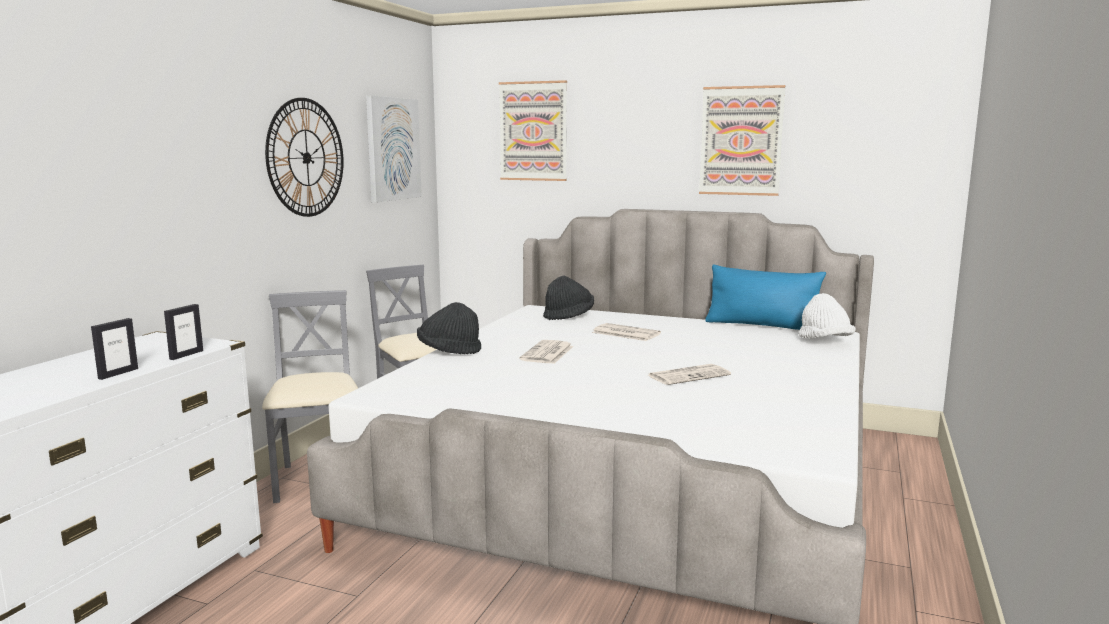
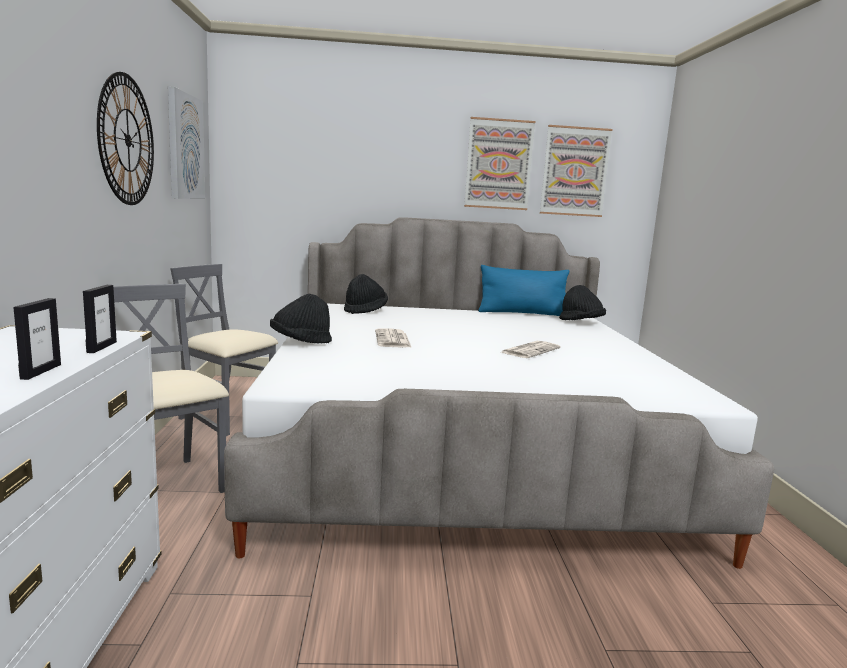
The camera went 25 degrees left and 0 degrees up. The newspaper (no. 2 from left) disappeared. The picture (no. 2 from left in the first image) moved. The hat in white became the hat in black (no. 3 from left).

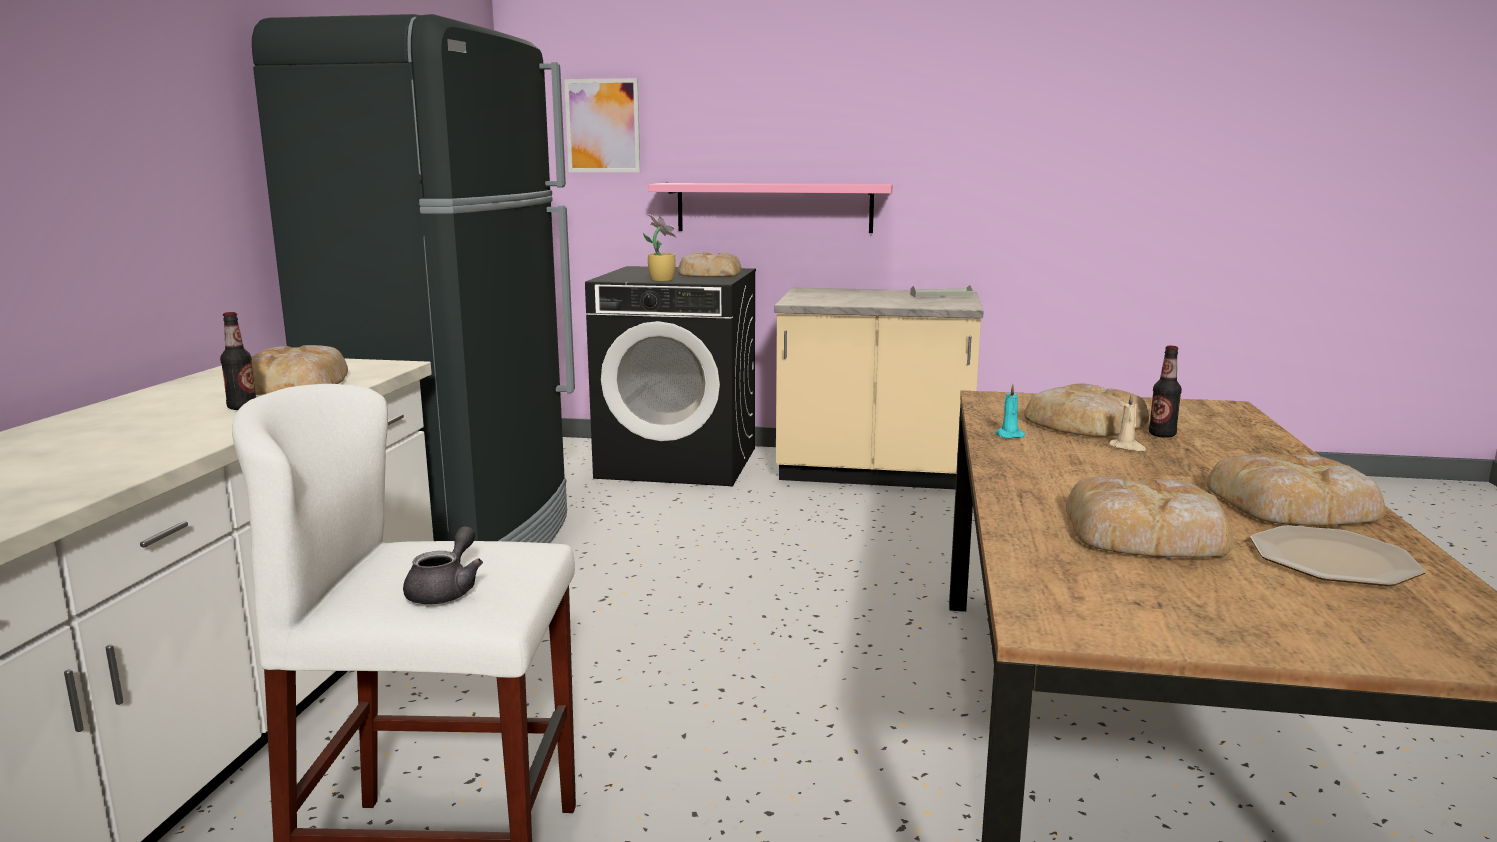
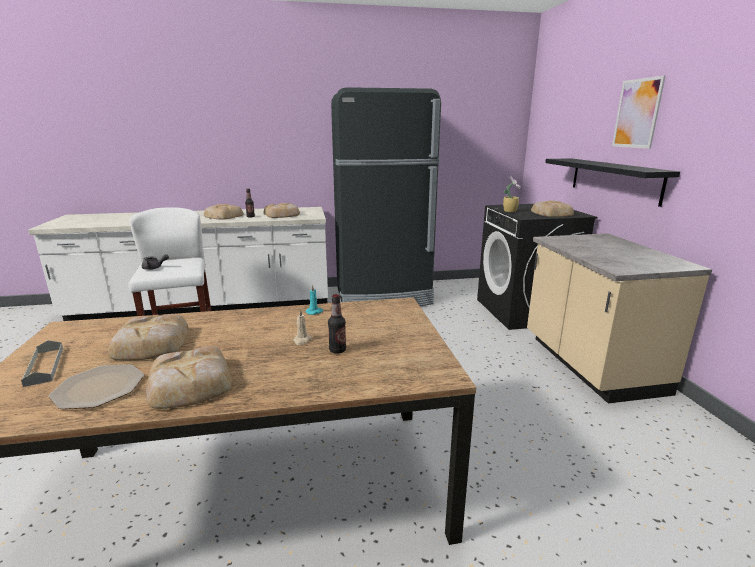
The camera went 70 degrees right and 5 degrees up. The picture moved. The tray in grey moved. The bread (no. 3 from left) moved. The shelf in pink became the shelf in black.

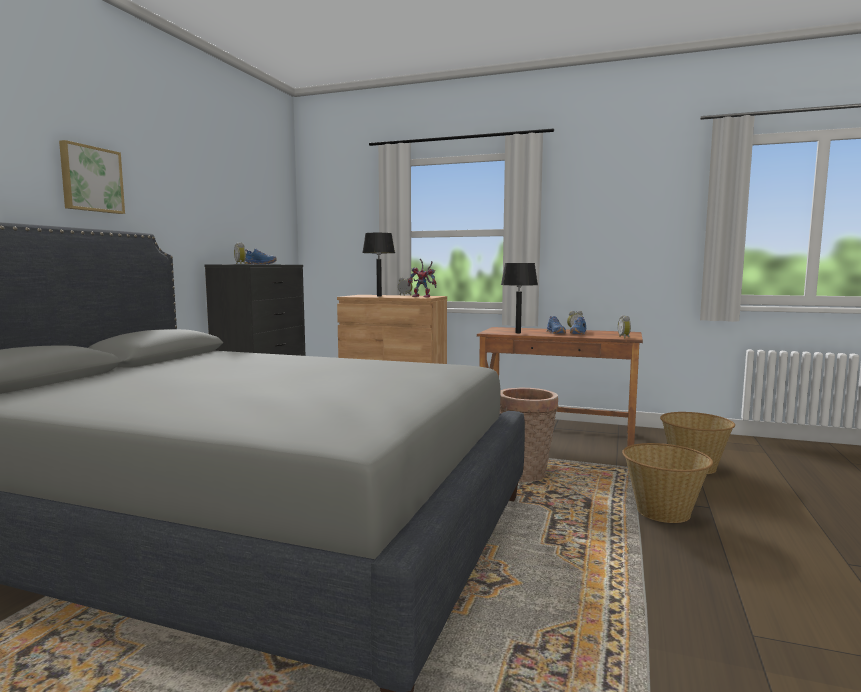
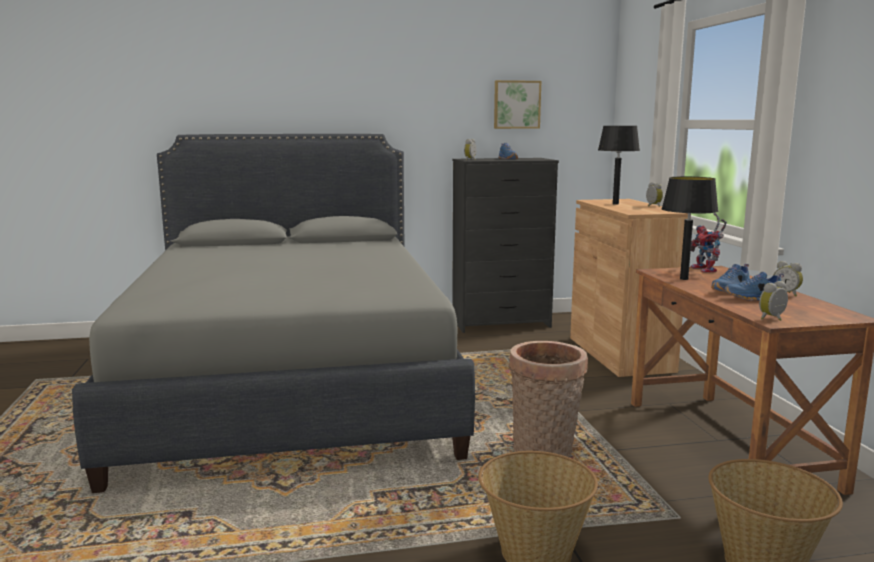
The camera went 60 degrees right and 5 degrees up. The picture moved. The toy robot moved.

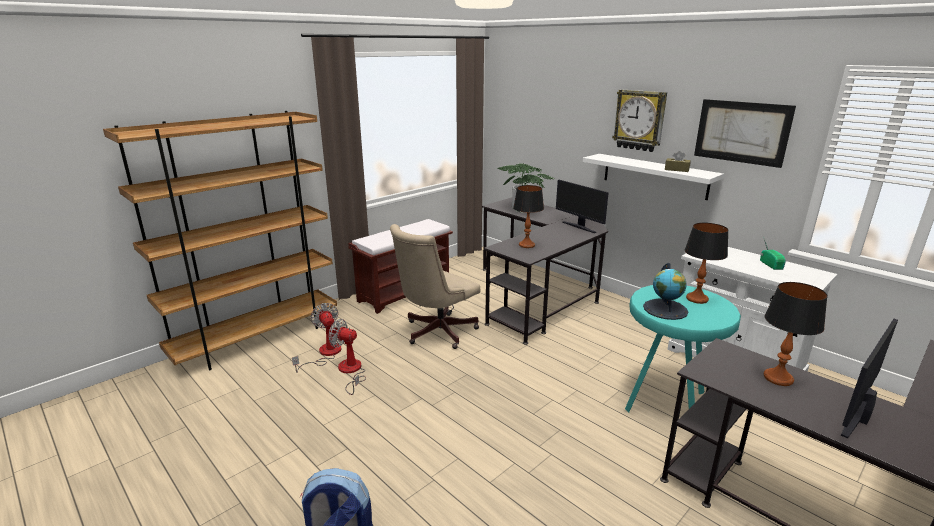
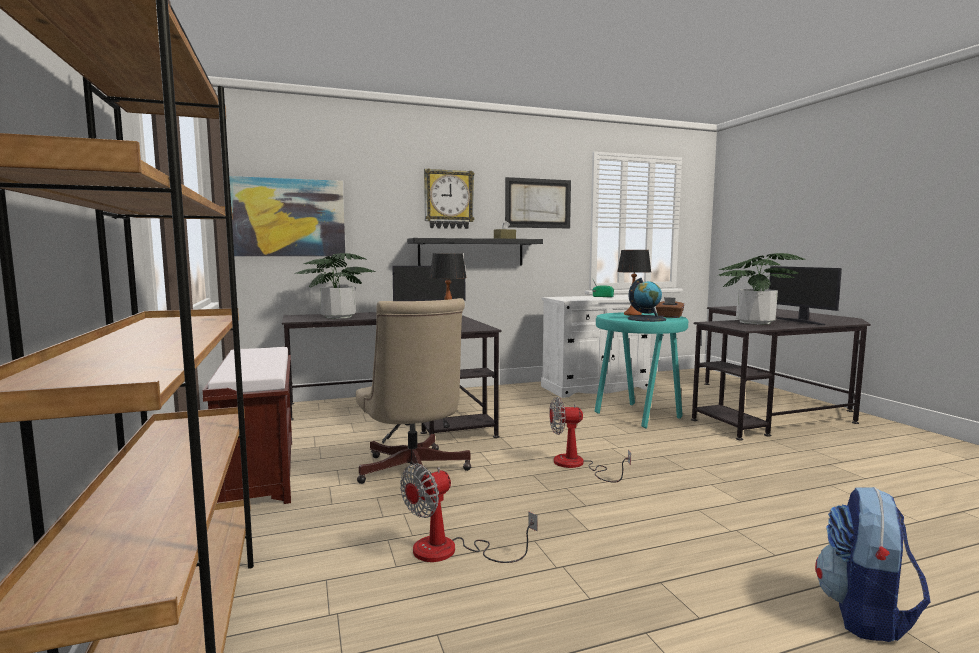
The camera went 65 degrees left and 15 degrees down. The picture (no. 1 from left) appeared. The tissue box in brown (no. 2 from left) appeared. The fan (no. 1 from left in the first image) moved. The table lamp (no. 3 from left) was replaced by the potted plant (no. 2 from left). The shelf in white became the shelf in black.

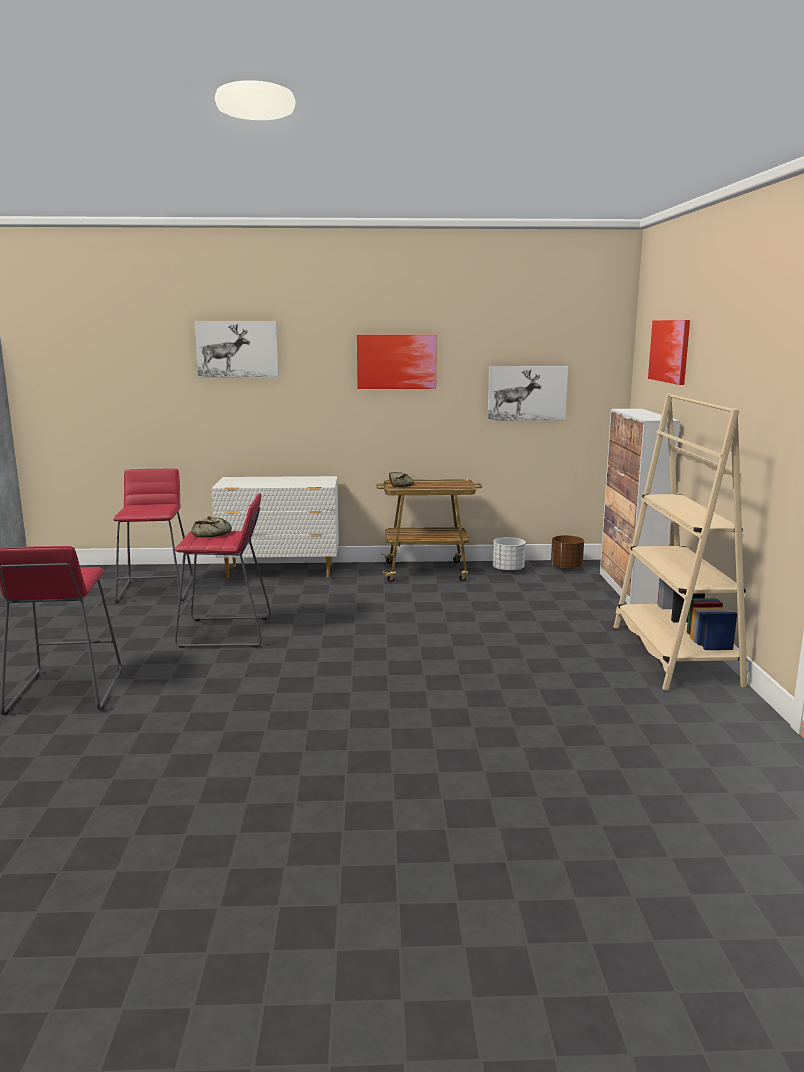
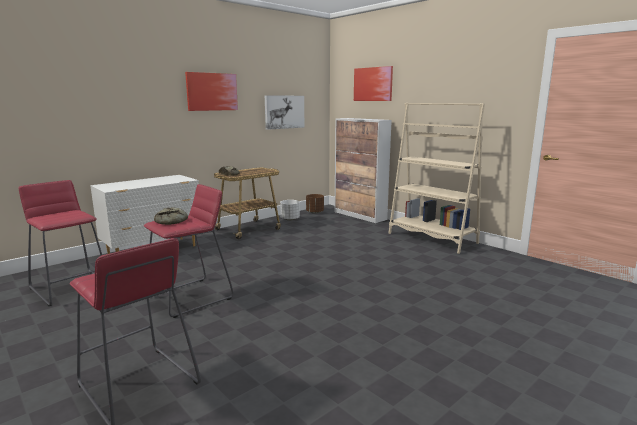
The camera went 40 degrees left and 0 degrees up. The picture (no. 1 from left) disappeared.

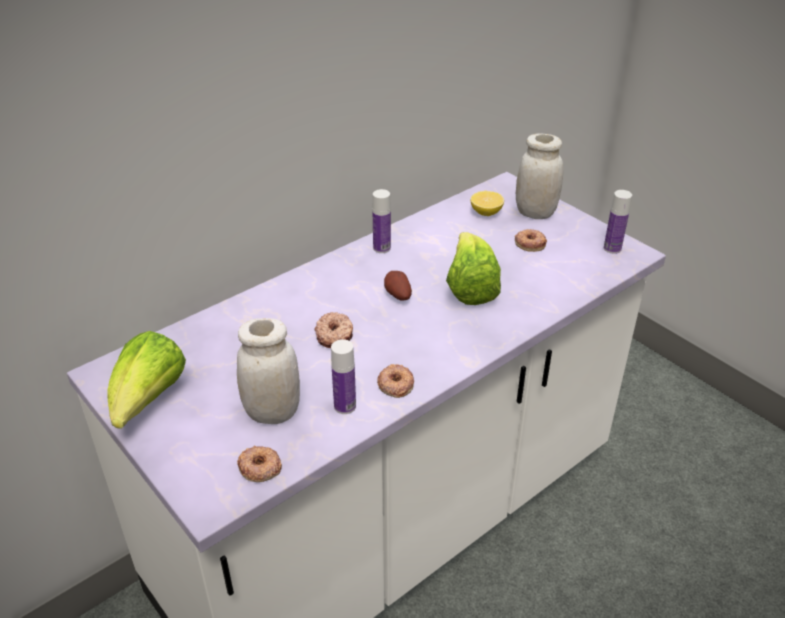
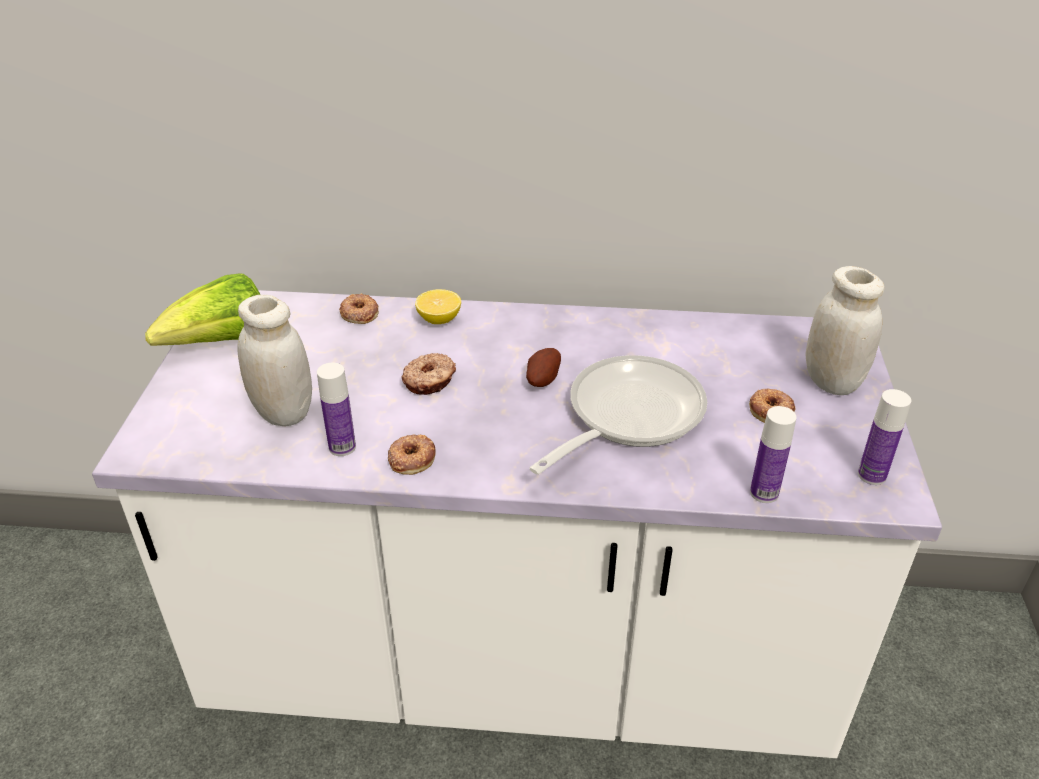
The camera went 45 degrees right and 0 degrees up. The donut (no. 1 from left) moved. The bottle (no. 2 from left) moved. The lemon moved. The lettuce (no. 2 from left) was replaced by the frying pan.

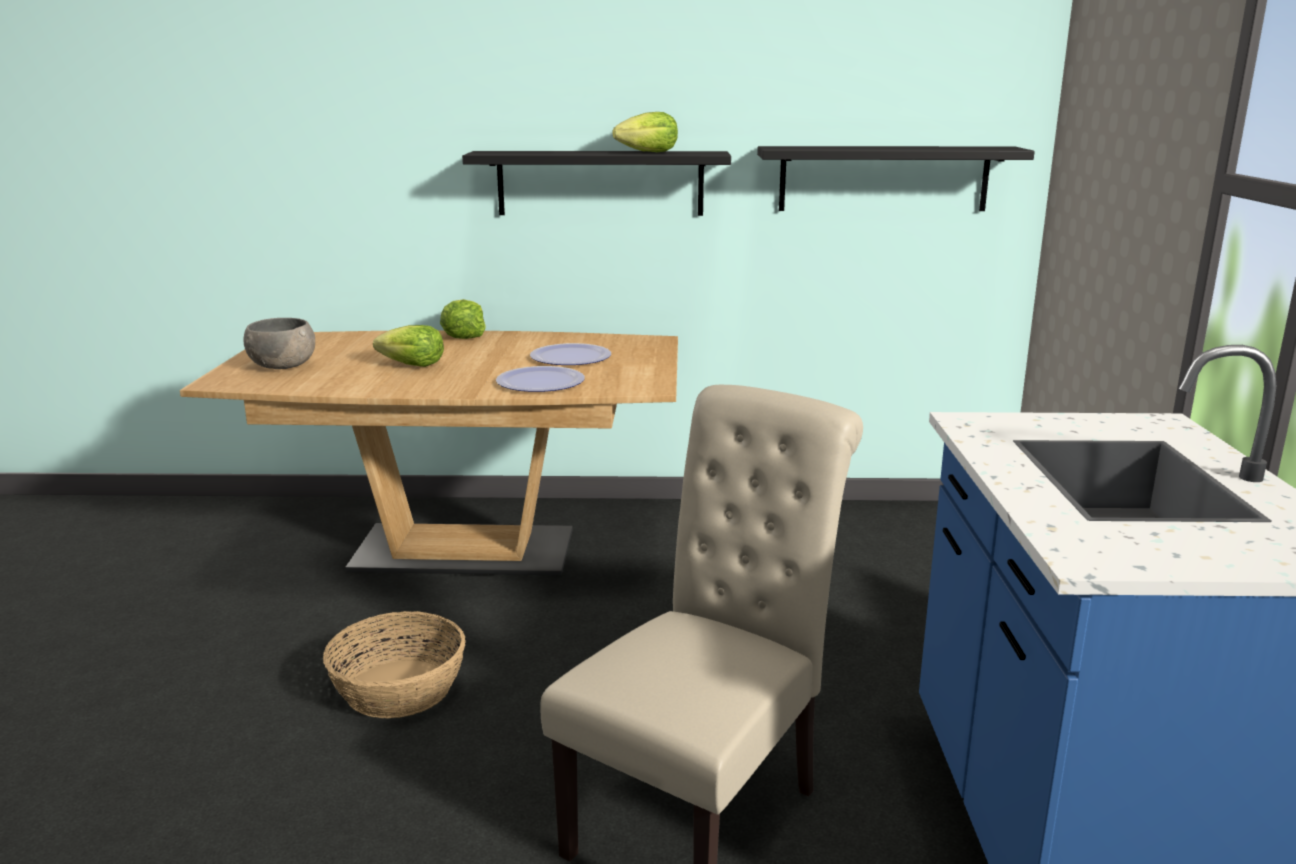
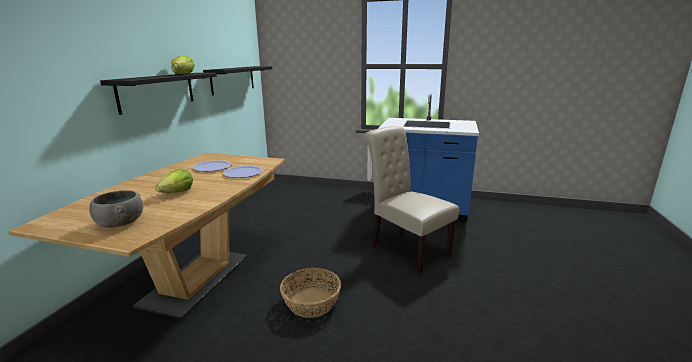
The camera went 75 degrees left and 0 degrees up. The lettuce (no. 2 from left) disappeared.

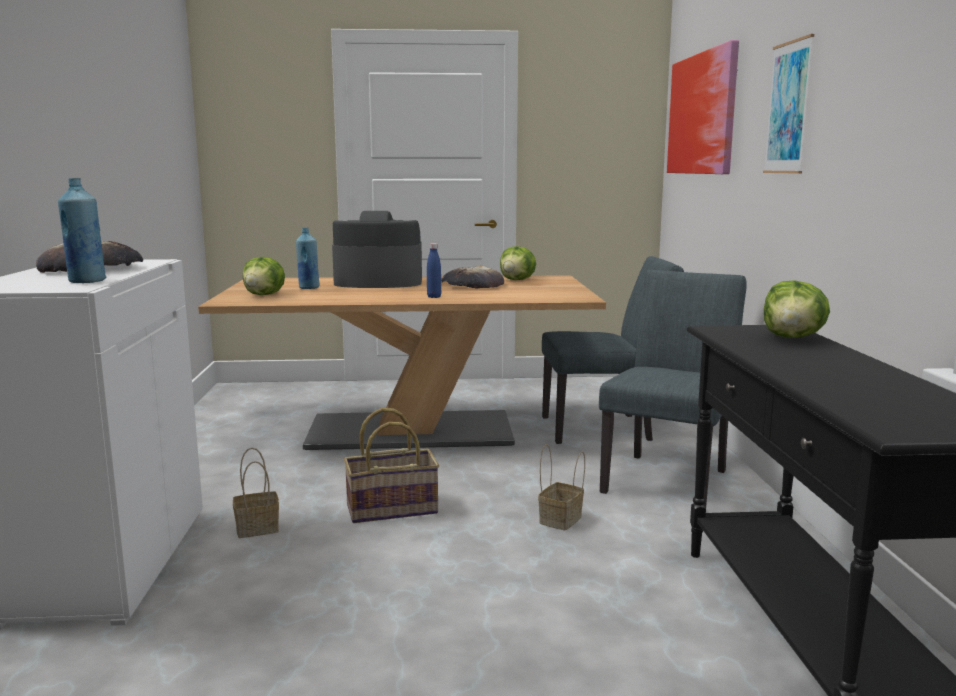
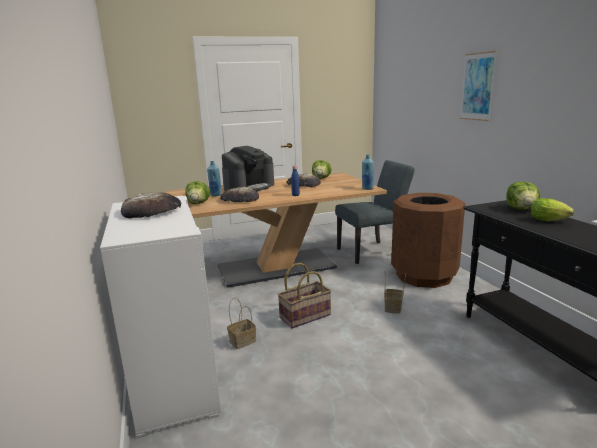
The camera went 15 degrees left and 5 degrees up. The picture (no. 1 from left) disappeared. The bread (no. 2 from left) appeared. The lettuce (no. 4 from left) appeared. The bottle in blue (no. 1 from left in the first image) moved. The chair in grey (no. 2 from left) was replaced by the trash can in brown. The coffee machine turned 150 degrees clockwise.

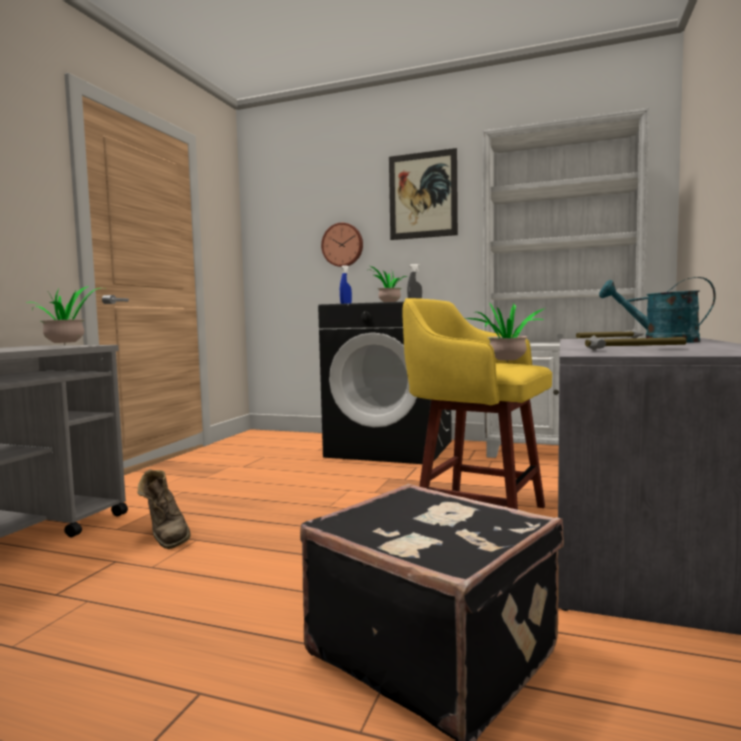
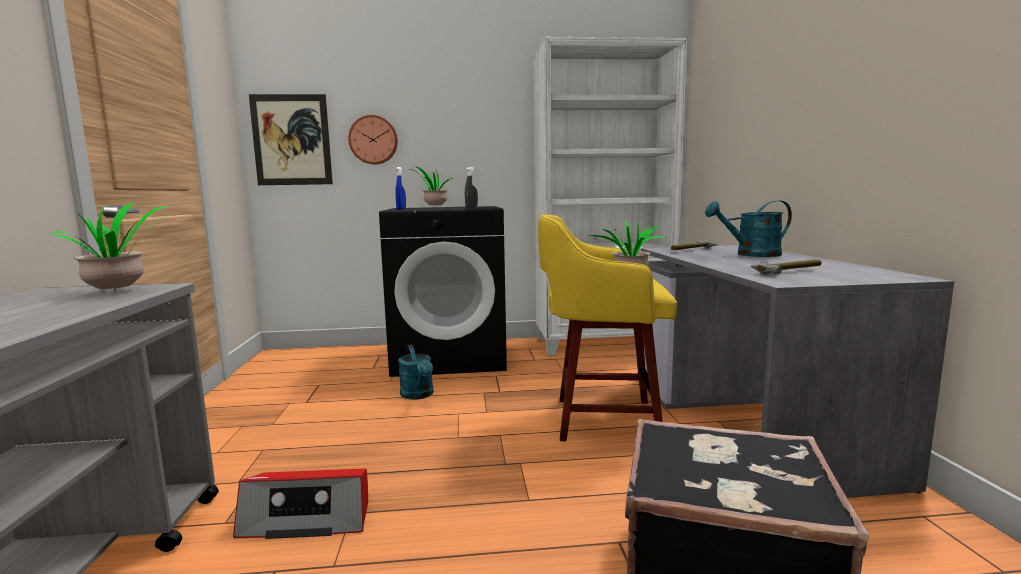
The camera went 25 degrees left and 5 degrees up. The watering can in turquoise (no. 1 from left) appeared. The picture moved. The boot in brown was replaced by the radio.

